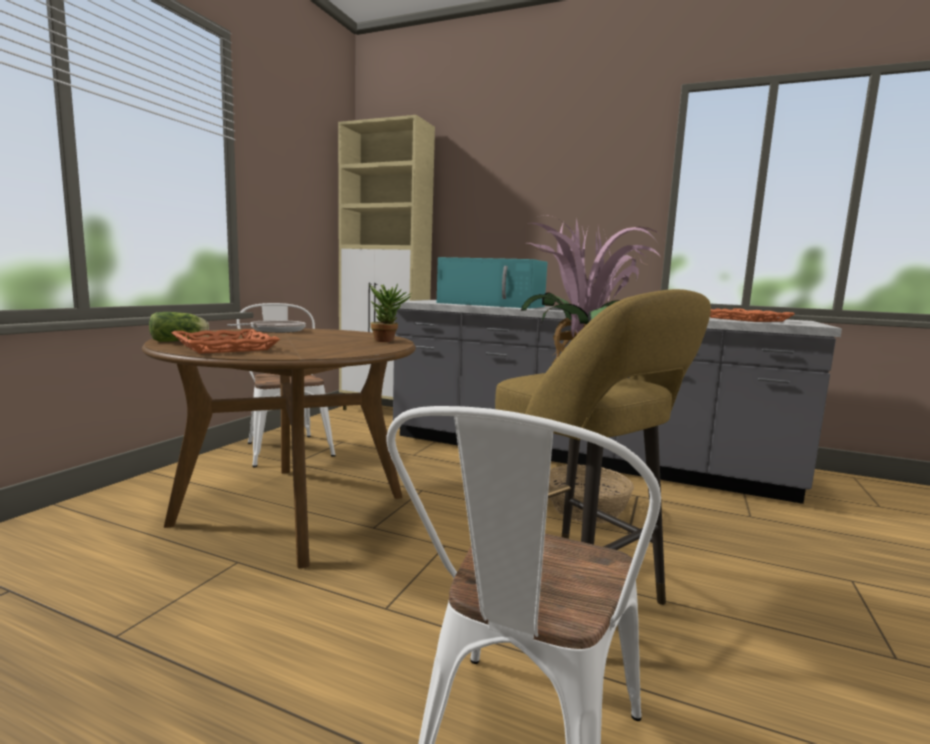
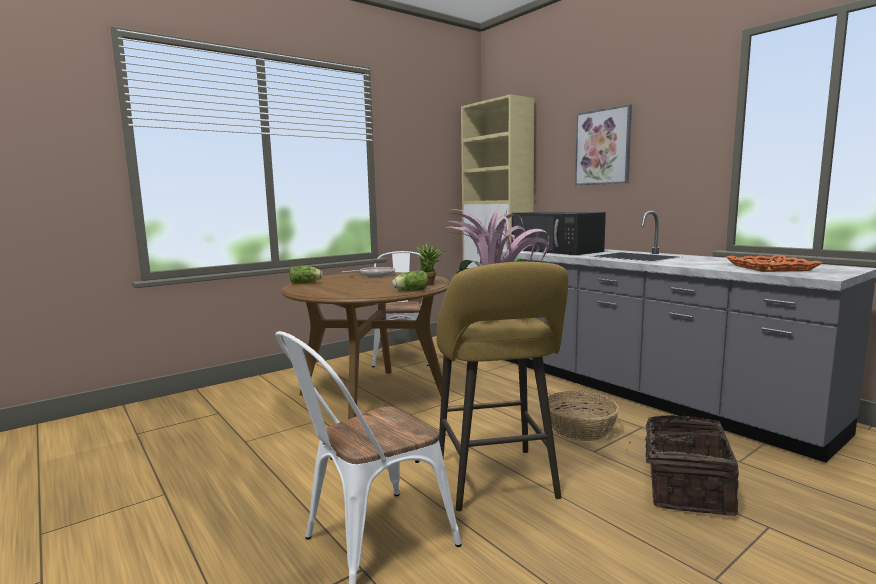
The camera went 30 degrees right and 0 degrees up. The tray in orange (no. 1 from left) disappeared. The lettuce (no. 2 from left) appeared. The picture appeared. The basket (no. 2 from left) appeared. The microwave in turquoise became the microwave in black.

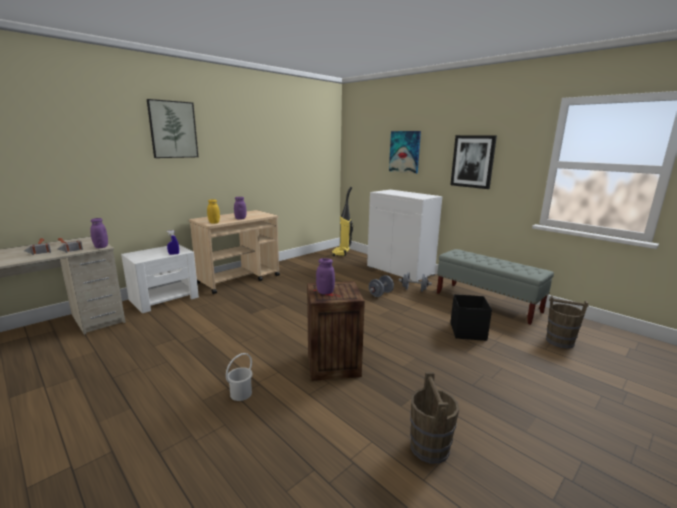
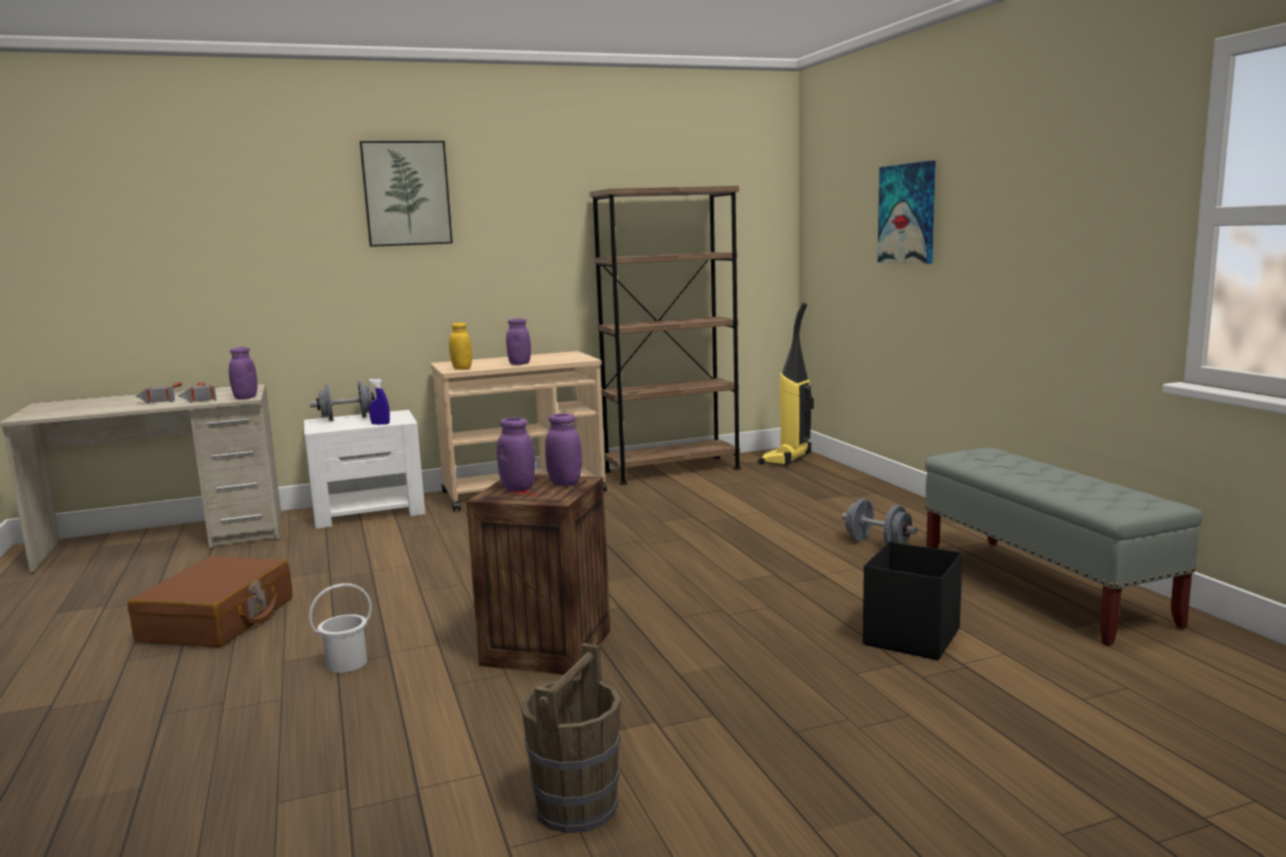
The camera went 25 degrees right and 5 degrees down. The cabinet in white disappeared. The picture (no. 3 from left) disappeared. The bucket in brown (no. 2 from left) disappeared. The suitcase in brown appeared. The jar in purple (no. 4 from left) appeared. The bookcase in brown appeared. The dumbbell in grey (no. 1 from left) moved.

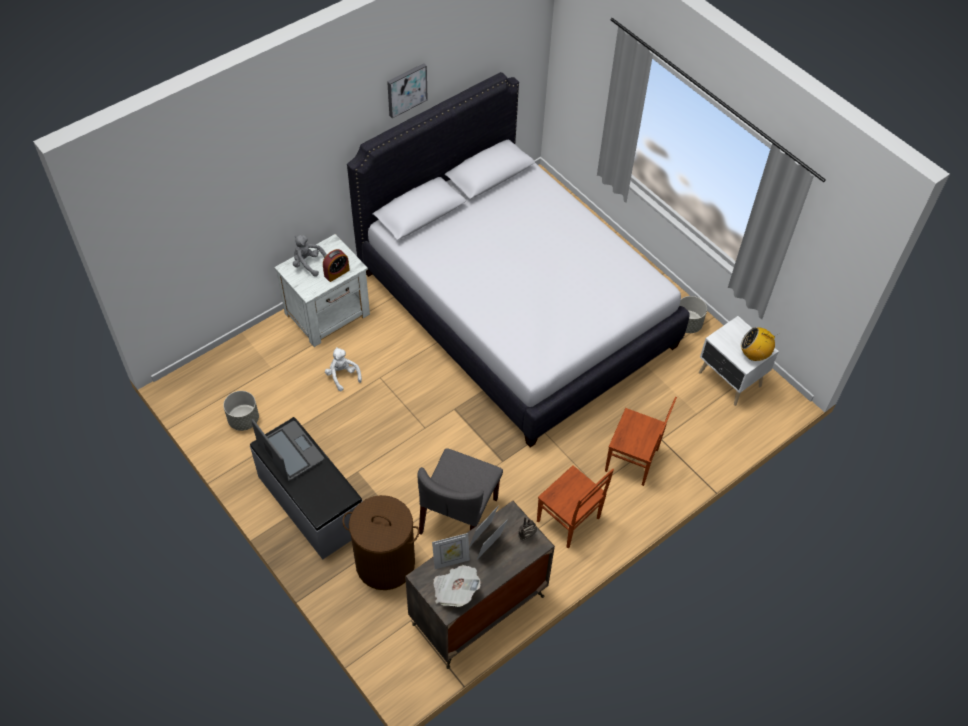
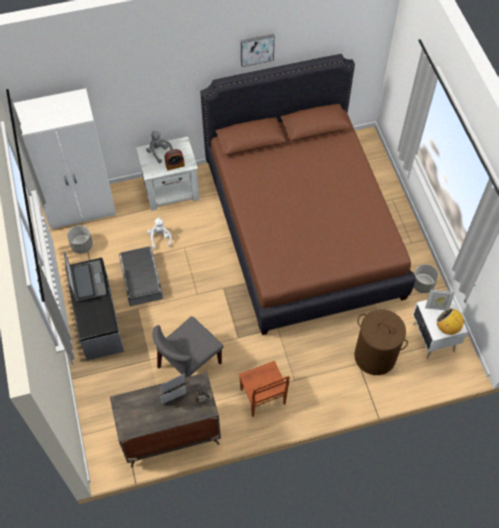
The camera went 25 degrees right and 5 degrees up. The newspaper disappeared. The chair in brown (no. 2 from left) disappeared. The wardrobe in white appeared. The storage box in grey appeared. The laundry basket in brown moved. The picture frame (no. 1 from left in the first image) moved. The bed in white became the bed in brown.

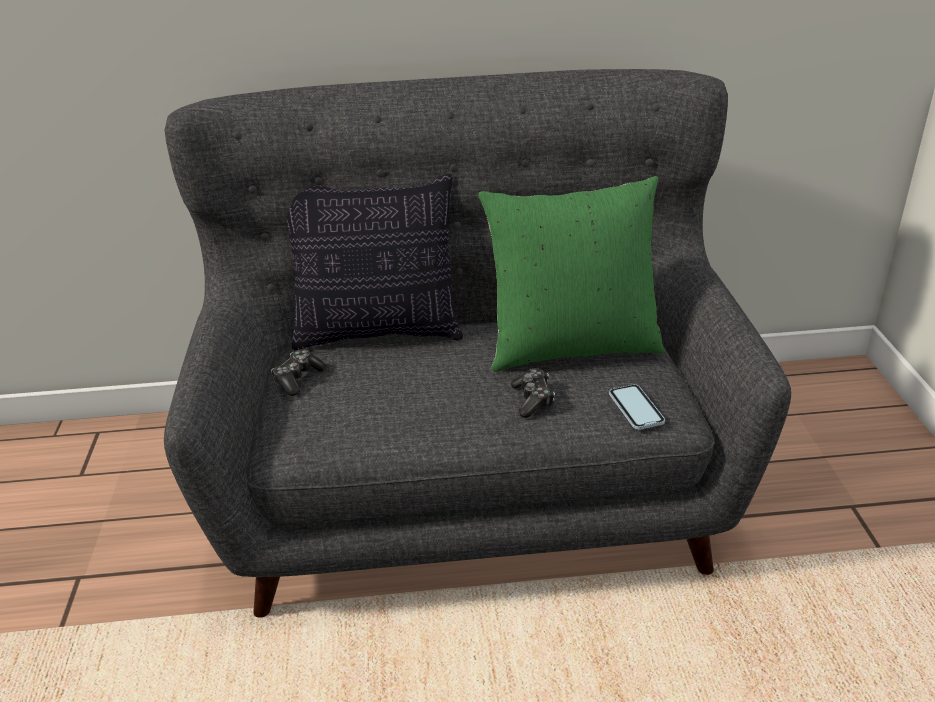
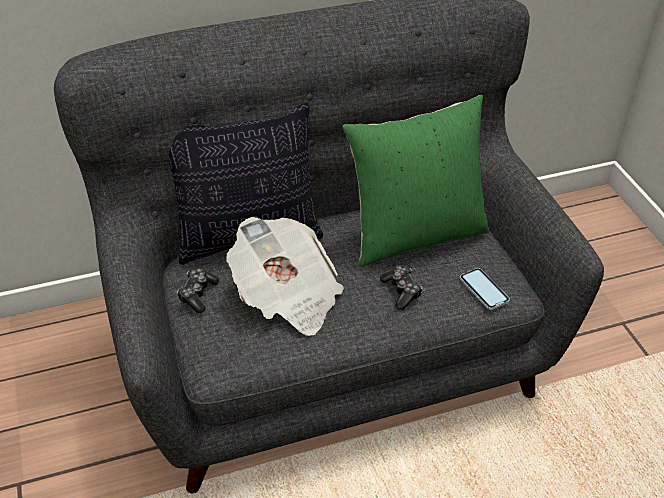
The camera went 15 degrees left and 10 degrees up. The newspaper appeared.

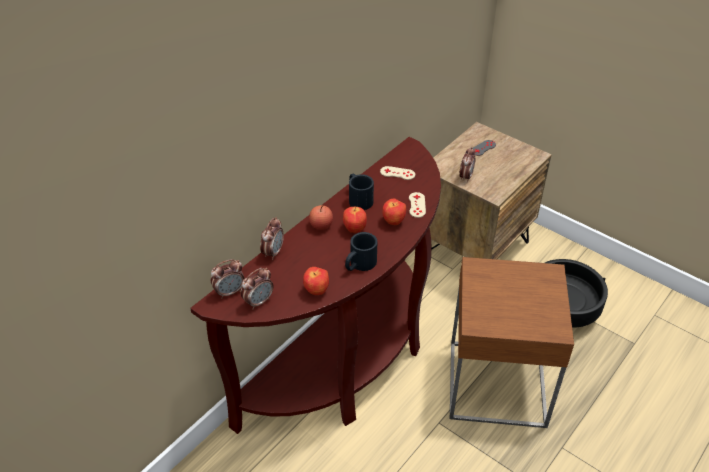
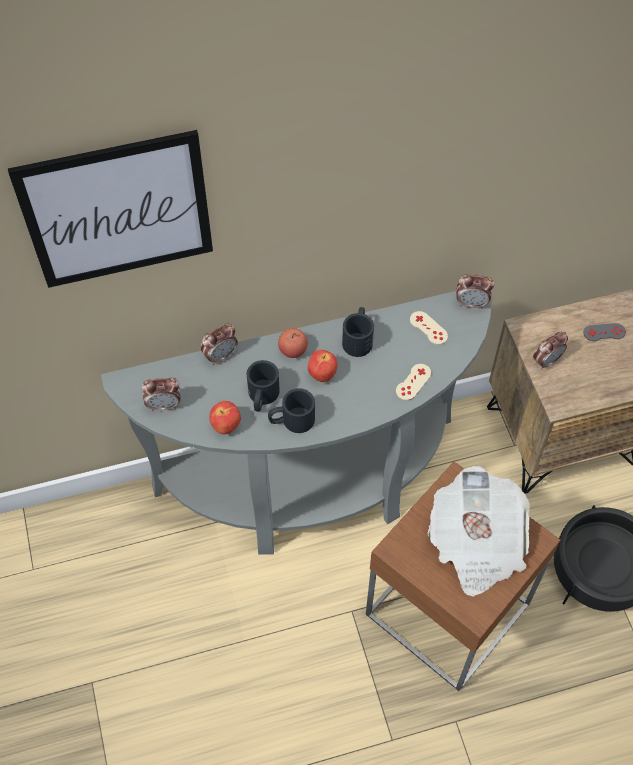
The camera went 35 degrees right and 15 degrees up. The apple (no. 4 from left) disappeared. The picture appeared. The mug in black (no. 1 from left) appeared. The newspaper appeared. The alarm clock (no. 1 from left in the first image) moved. The console table in brown became the console table in grey.

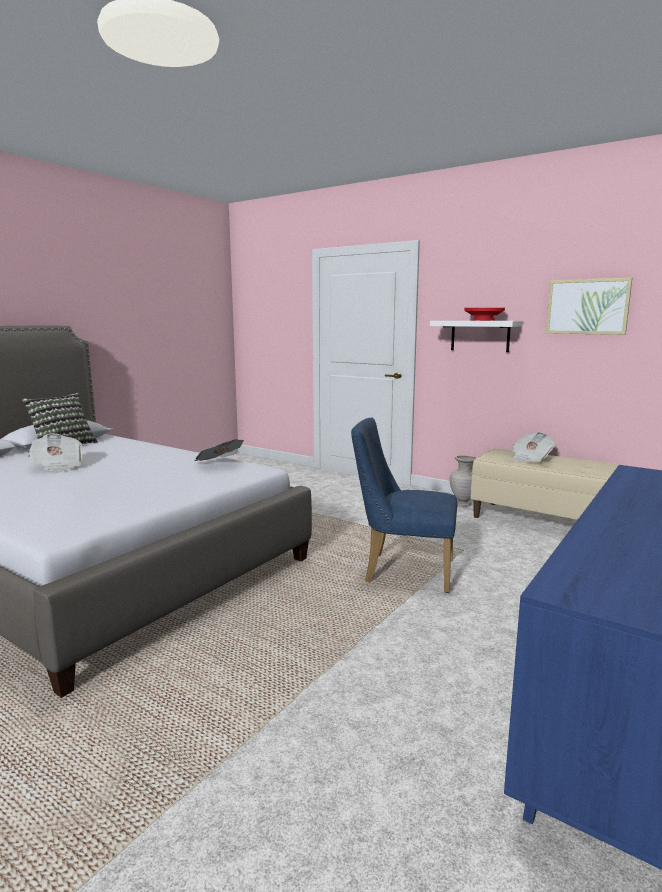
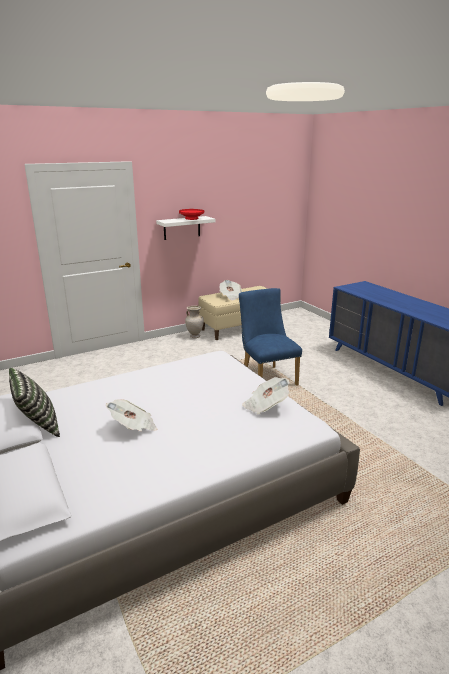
The camera went 65 degrees left and 10 degrees up. The picture disappeared. The newspaper (no. 2 from left in the first image) moved. The chair in blue turned 120 degrees clockwise.

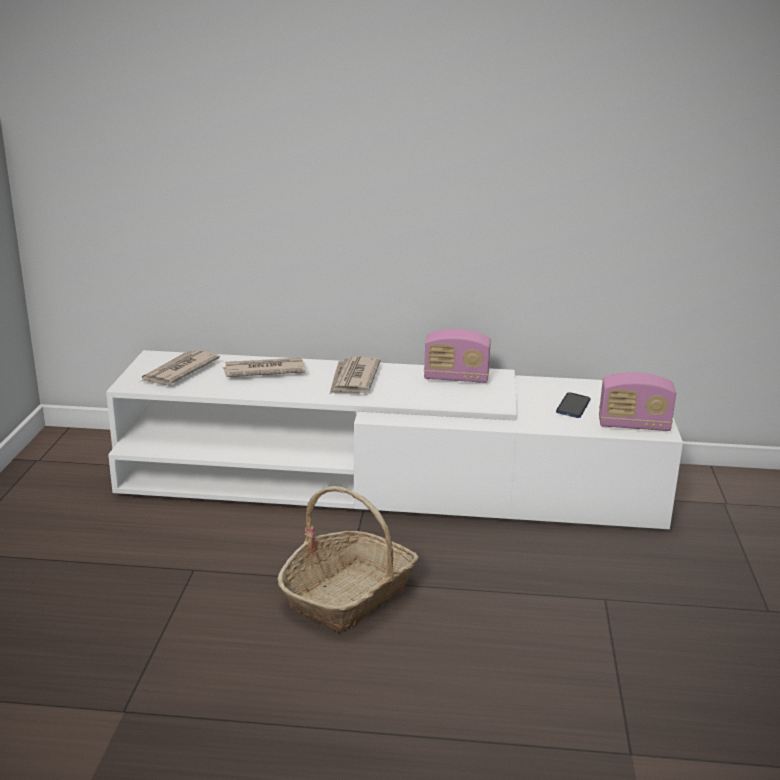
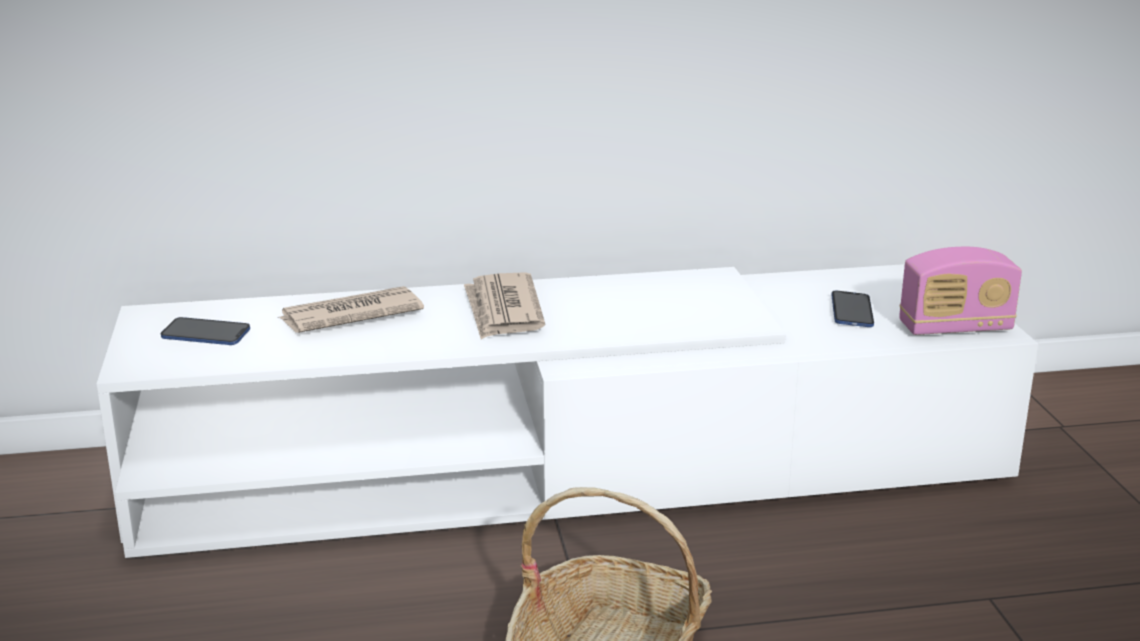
The camera went 15 degrees left and 0 degrees up. The radio (no. 1 from left) disappeared. The newspaper (no. 1 from left) was replaced by the phone (no. 1 from left).

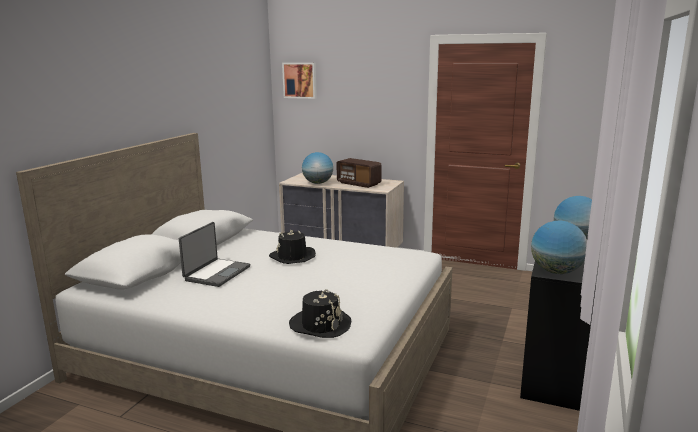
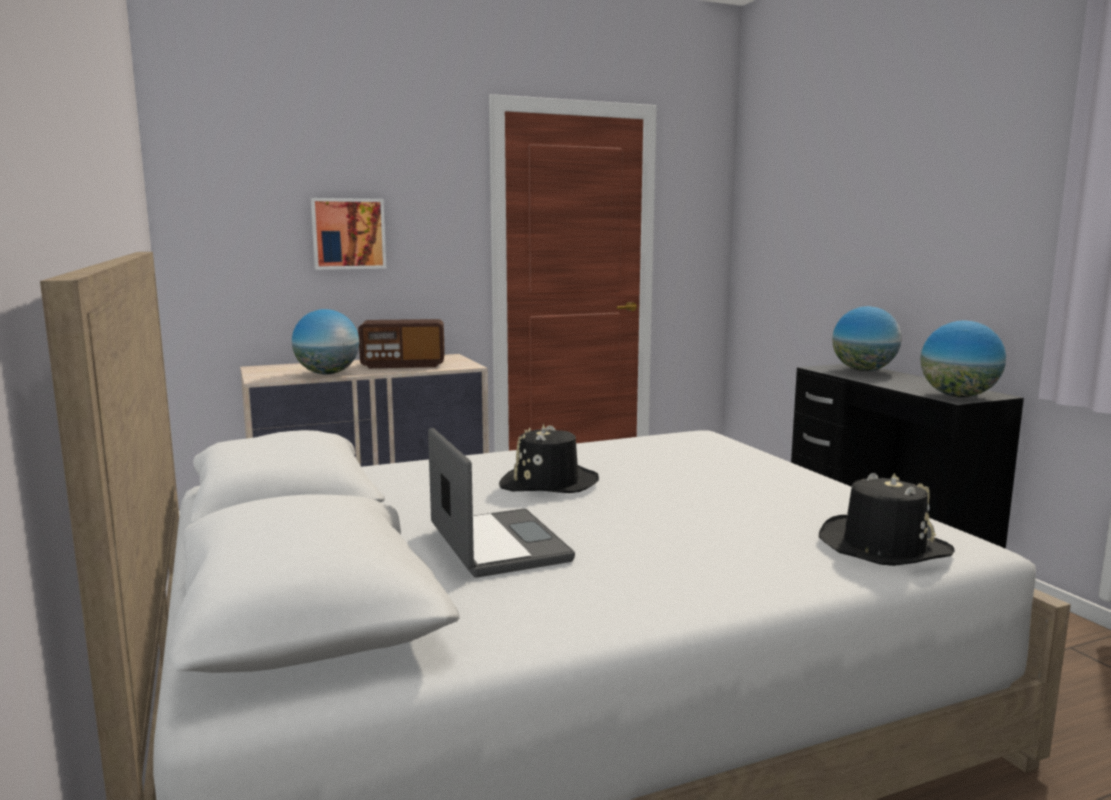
The camera went 45 degrees left and 5 degrees down. The picture moved.

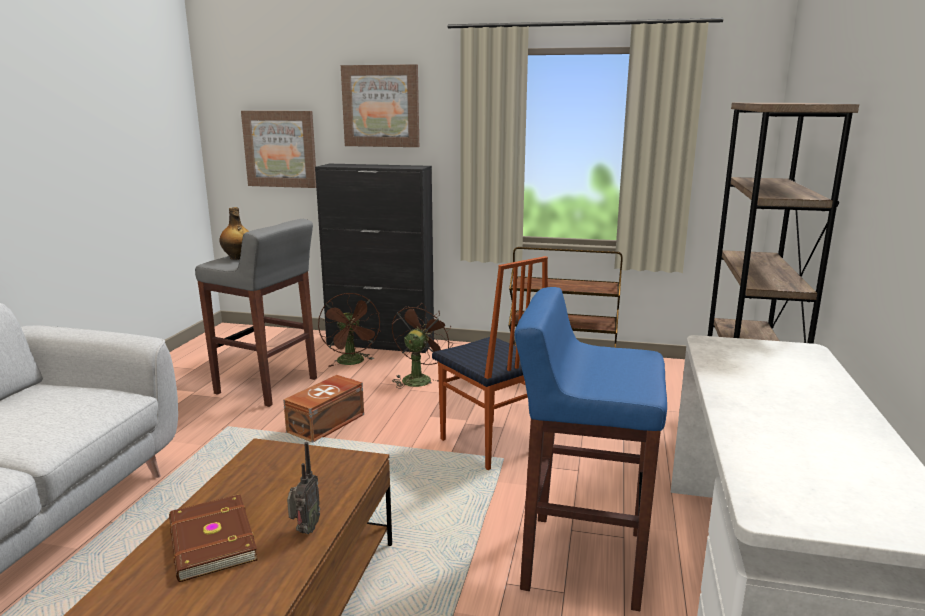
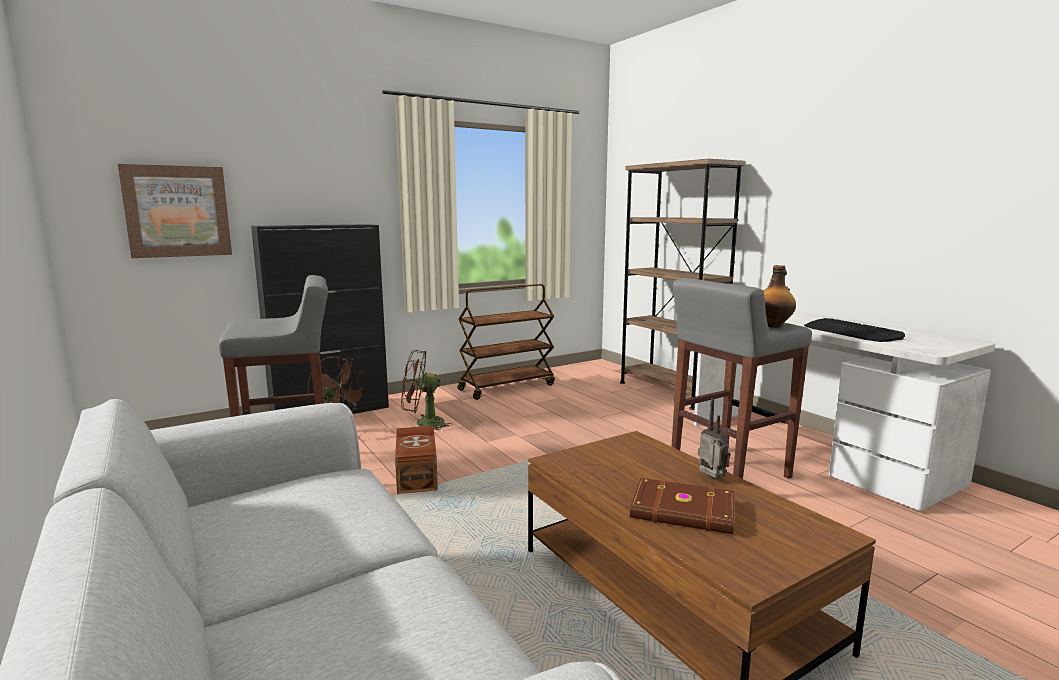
The camera went 45 degrees left and 5 degrees down. The picture (no. 2 from left) disappeared. The chair disappeared. The keyboard appeared. The bottle moved. The stool in blue became the stool in grey (no. 2 from left). The fan in brown (no. 2 from left) turned 75 degrees counterclockwise.

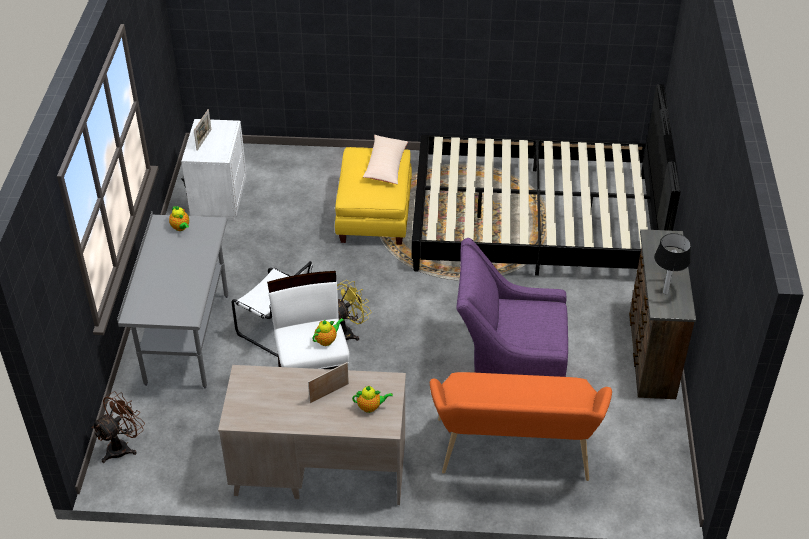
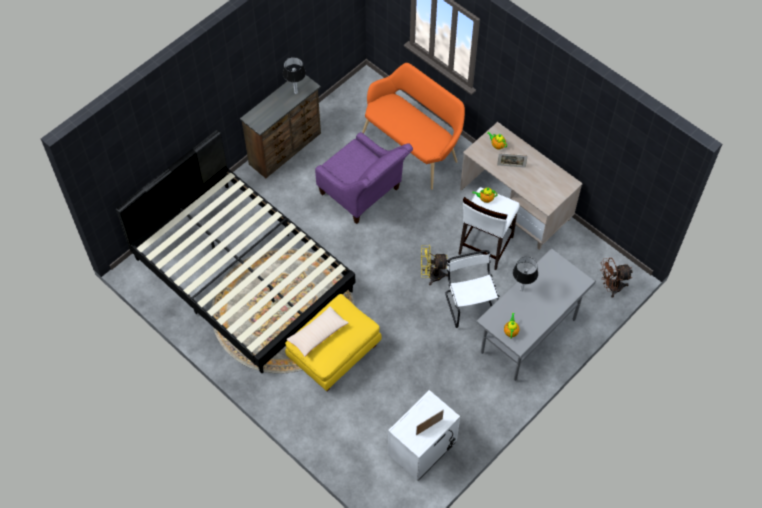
The camera went 140 degrees left and 15 degrees up. The table lamp (no. 2 from left) appeared.

